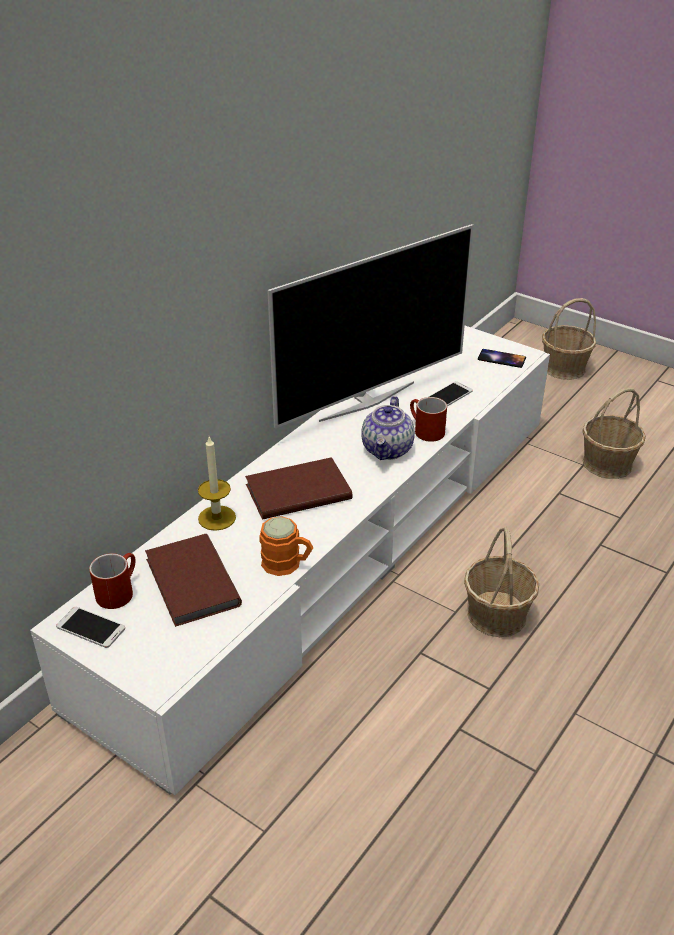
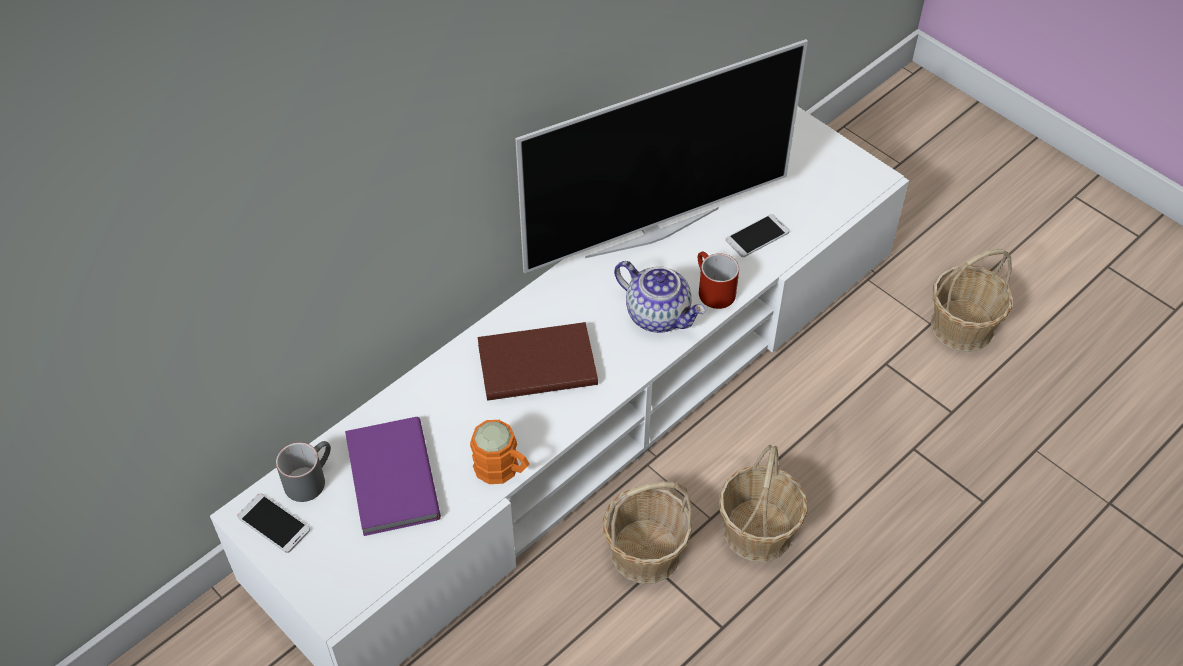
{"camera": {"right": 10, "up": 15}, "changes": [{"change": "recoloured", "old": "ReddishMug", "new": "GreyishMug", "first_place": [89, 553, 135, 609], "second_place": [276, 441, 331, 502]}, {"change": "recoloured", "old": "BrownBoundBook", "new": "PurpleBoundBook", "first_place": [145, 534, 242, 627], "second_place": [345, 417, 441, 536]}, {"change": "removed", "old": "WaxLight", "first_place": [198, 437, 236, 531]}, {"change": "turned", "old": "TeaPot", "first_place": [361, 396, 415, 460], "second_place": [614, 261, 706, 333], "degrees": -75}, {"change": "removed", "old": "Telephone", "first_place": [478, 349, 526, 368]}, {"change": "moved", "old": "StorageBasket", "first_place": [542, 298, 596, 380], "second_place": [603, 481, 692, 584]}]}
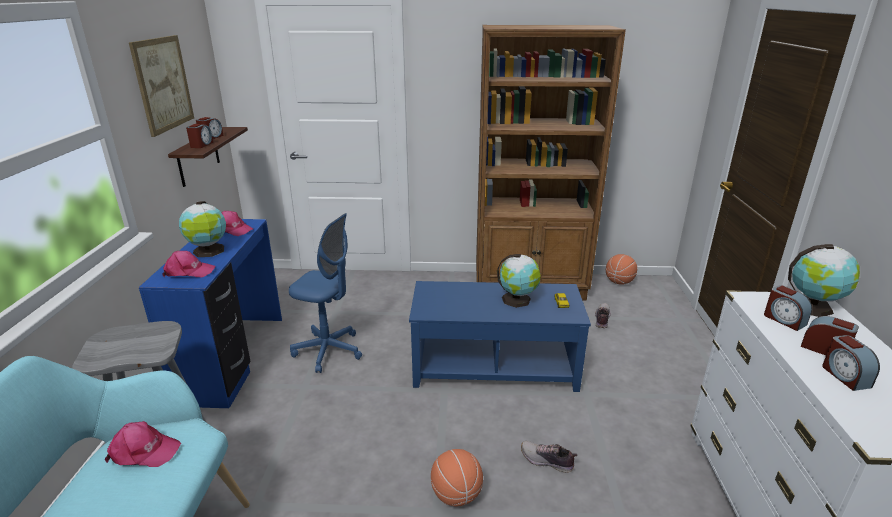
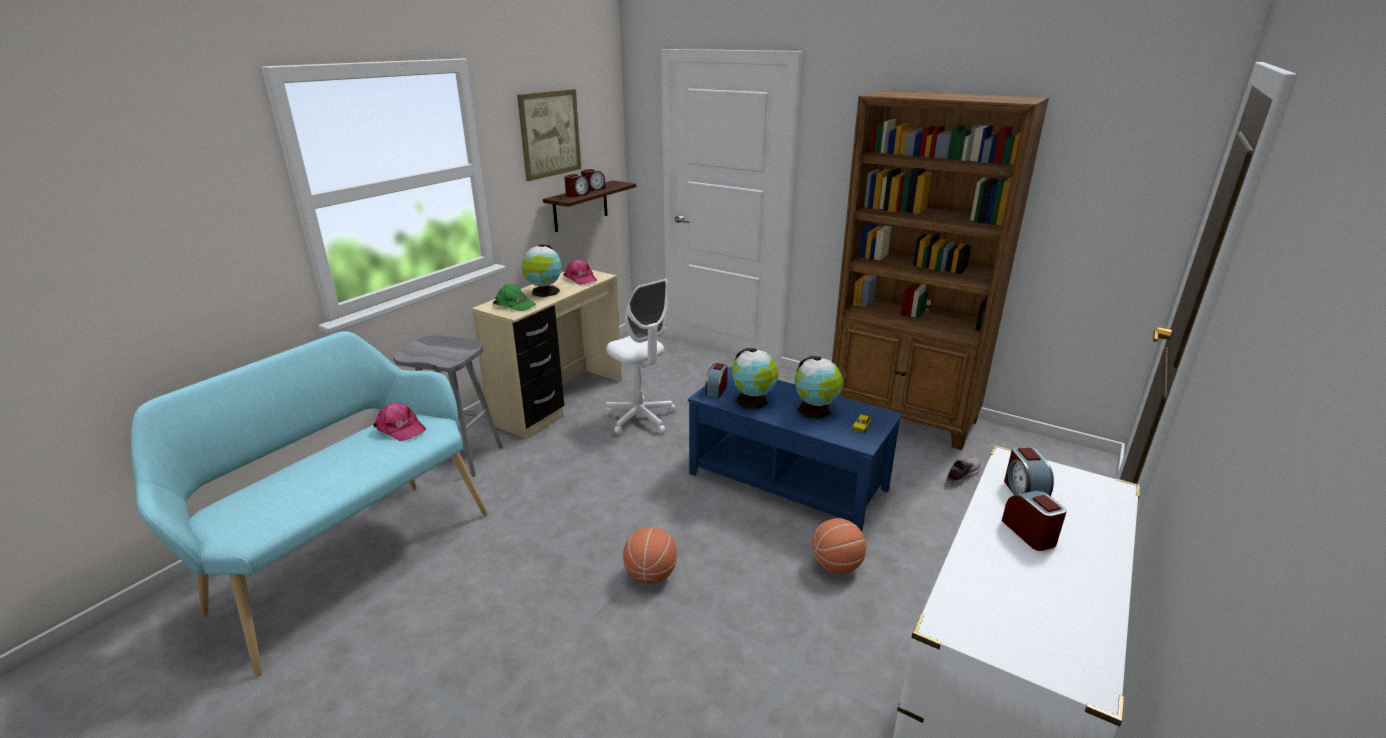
{"camera": {"right": 30, "up": 0}, "changes": [{"change": "recoloured", "old": "BlueDeskUnit", "new": "SandColouredDeskUnit", "first_place": [139, 219, 282, 409], "second_place": [471, 270, 622, 439]}, {"change": "recoloured", "old": "PinkBaseballCap", "new": "GreenBaseballCap", "first_place": [162, 251, 215, 277], "second_place": [493, 284, 537, 311]}, {"change": "recoloured", "old": "BlueDeskChair", "new": "WhiteColouredDeskChair", "first_place": [289, 213, 362, 373], "second_place": [605, 279, 676, 435]}, {"change": "removed", "old": "LowShoe", "first_place": [521, 441, 578, 473]}, {"change": "moved", "old": "BasketballBall", "first_place": [606, 254, 637, 285], "second_place": [812, 518, 866, 574]}, {"change": "moved", "old": "DeskGlobe", "first_place": [788, 244, 860, 317], "second_place": [732, 348, 778, 409]}, {"change": "moved", "old": "TableClock", "first_place": [822, 335, 880, 391], "second_place": [705, 363, 728, 398]}]}
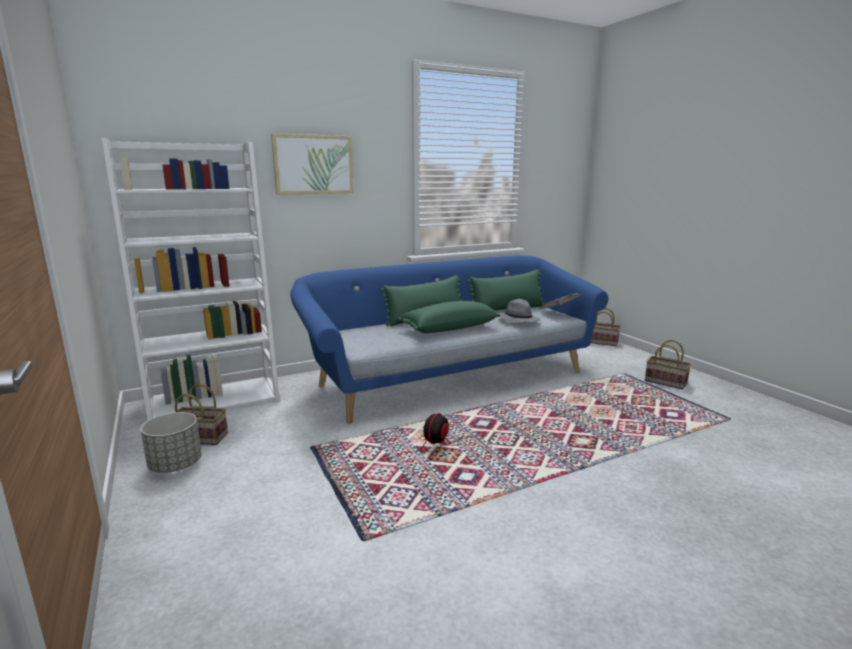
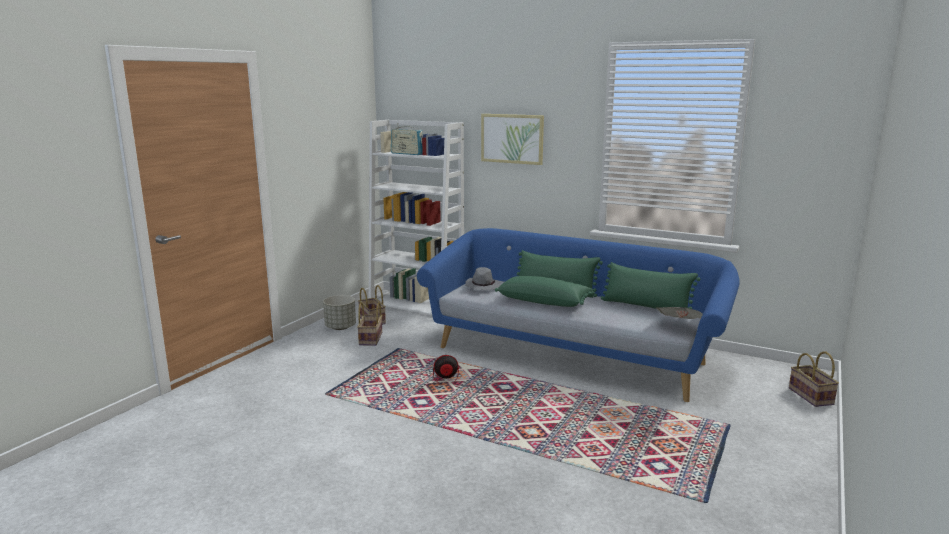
{"camera": {"right": 55, "up": 0}, "changes": [{"change": "moved", "old": "GreyishHat", "first_place": [500, 299, 540, 323], "second_place": [465, 267, 501, 290]}, {"change": "moved", "old": "StorageBasket", "first_place": [645, 340, 691, 390], "second_place": [357, 302, 382, 346]}, {"change": "added", "new": "RadioSet", "second_place": [391, 123, 423, 155]}]}
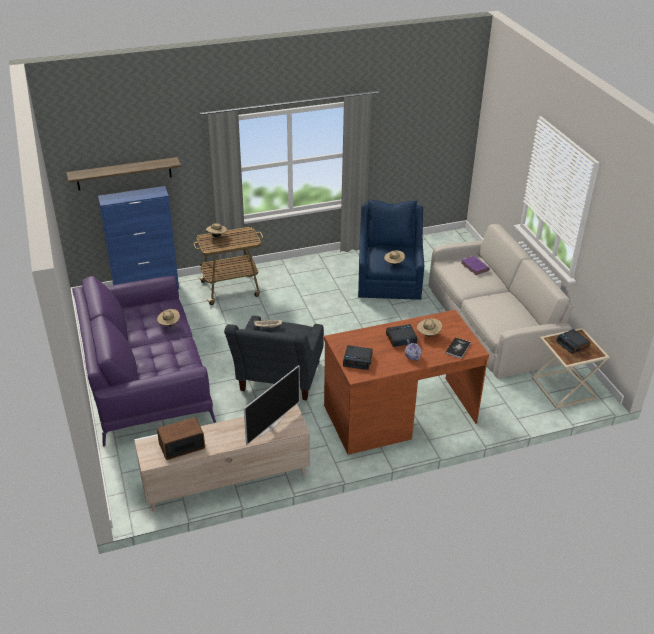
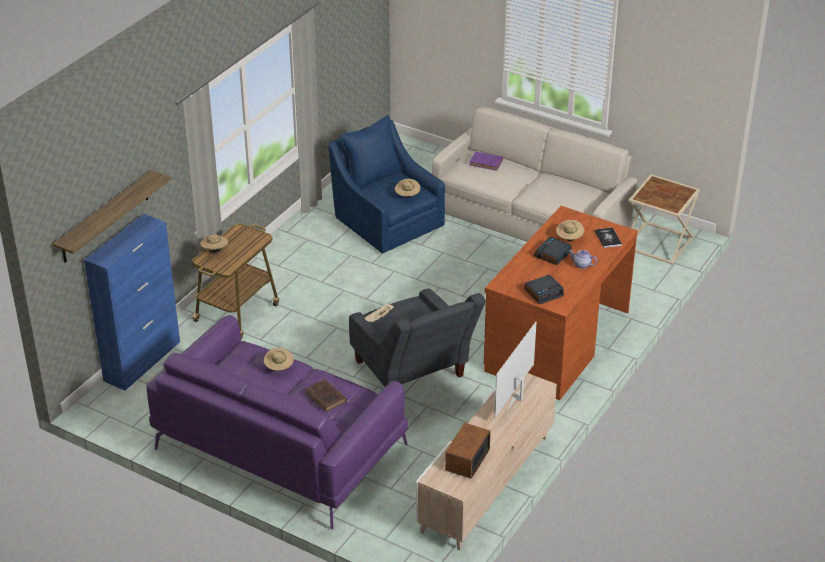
{"camera": {"right": -40, "up": 0}, "changes": [{"change": "turned", "old": "TvSet", "first_place": [244, 365, 300, 445], "second_place": [494, 322, 537, 418], "degrees": -150}, {"change": "removed", "old": "TableClock", "first_place": [556, 329, 591, 354]}, {"change": "added", "new": "BrownBoundBook", "second_place": [306, 379, 347, 412]}]}
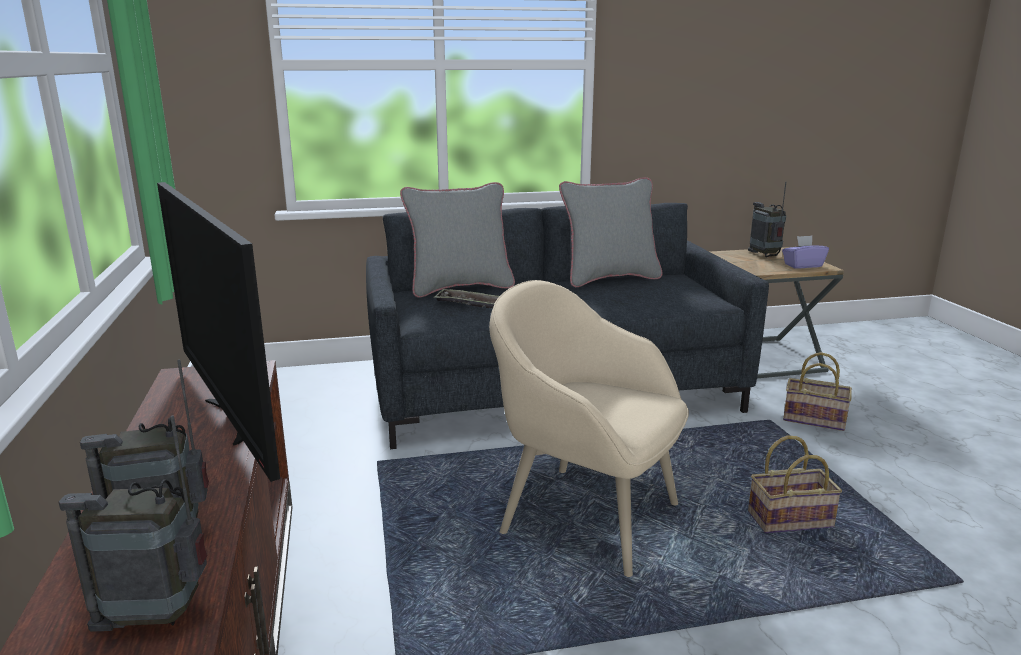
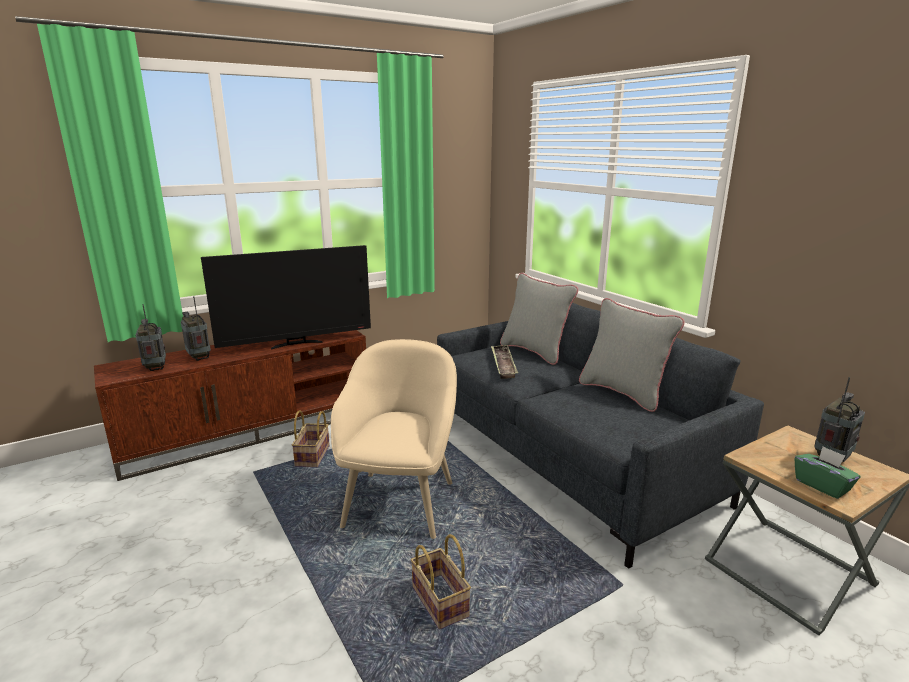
{"camera": {"right": 70, "up": 0}, "changes": [{"change": "turned", "old": "TvSet", "first_place": [157, 182, 280, 482], "second_place": [201, 245, 371, 350], "degrees": -150}, {"change": "recoloured", "old": "PurpleTissueHolder", "new": "GreenTissueHolder", "first_place": [782, 236, 829, 269], "second_place": [794, 446, 861, 499]}, {"change": "moved", "old": "StorageBasket", "first_place": [783, 352, 852, 431], "second_place": [292, 410, 330, 467]}]}
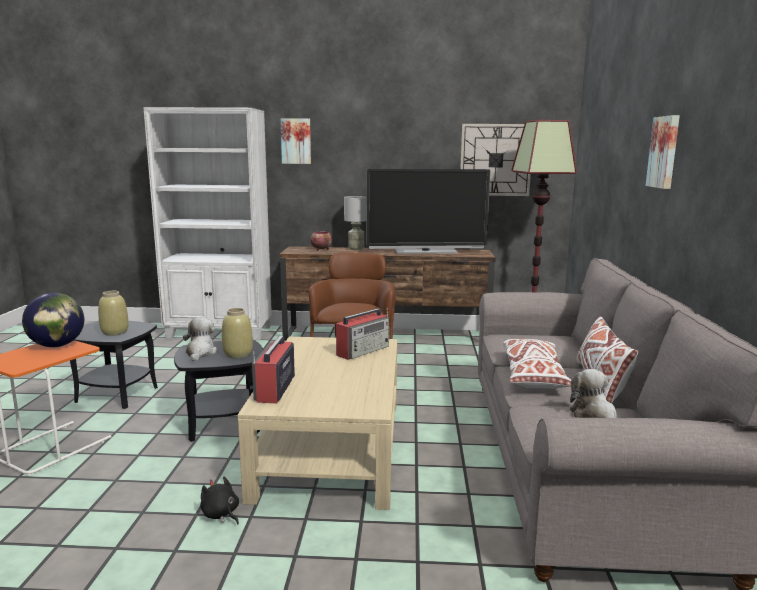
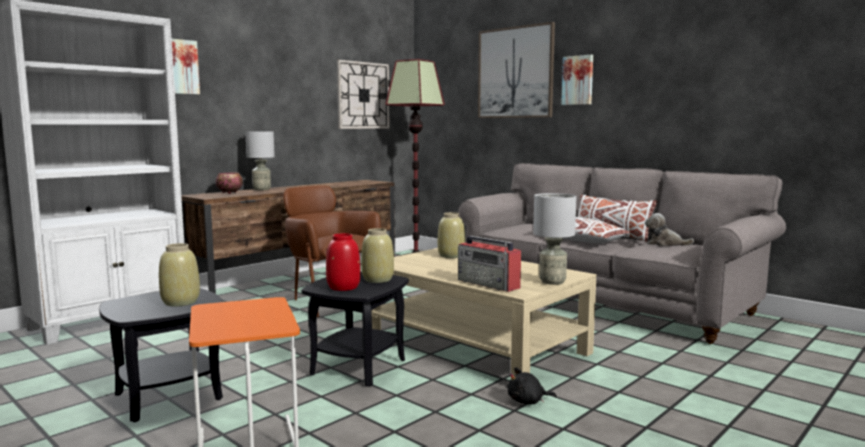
{"camera": {"right": -50, "up": -5}, "changes": [{"change": "removed", "old": "DeskGlobe", "first_place": [22, 293, 84, 347]}, {"change": "replaced", "old": "SoftToy", "new": "ReddishVase", "first_place": [183, 318, 218, 362], "second_place": [326, 233, 361, 291]}, {"change": "replaced", "old": "RadioSet", "new": "SandColouredVase", "first_place": [336, 308, 389, 360], "second_place": [438, 212, 465, 258]}, {"change": "removed", "old": "TvSet", "first_place": [366, 169, 490, 254]}, {"change": "added", "new": "Picture", "second_place": [478, 22, 555, 118]}, {"change": "added", "new": "GreyishTableLamp", "second_place": [533, 193, 576, 285]}]}
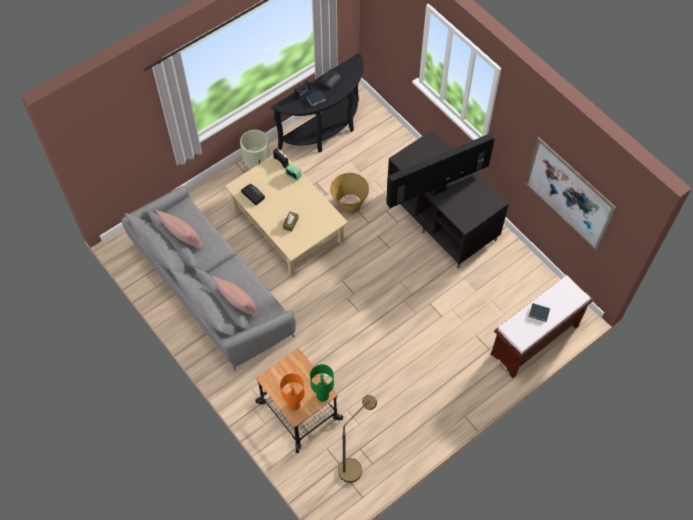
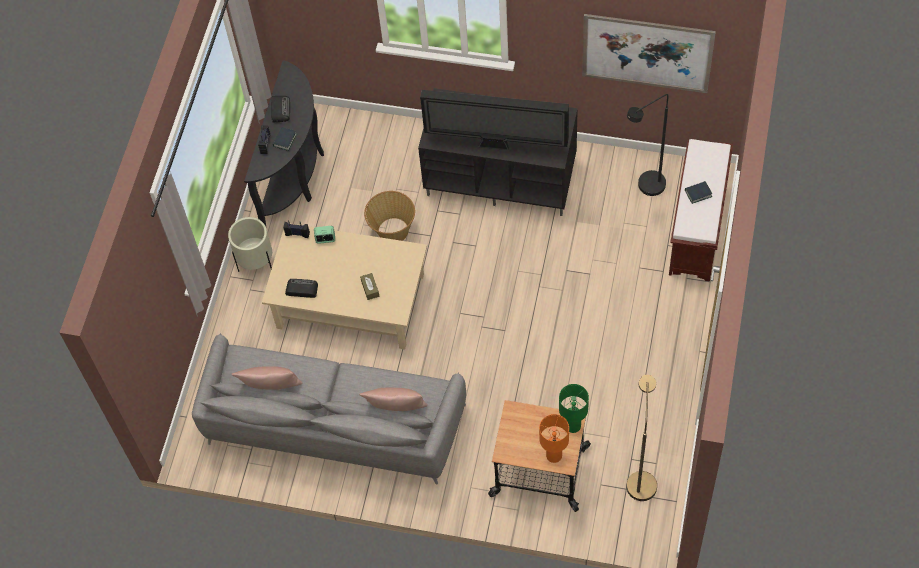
{"camera": {"right": -35, "up": 0}, "changes": [{"change": "turned", "old": "TvSet", "first_place": [386, 133, 495, 208], "second_place": [420, 90, 569, 150], "degrees": -105}, {"change": "added", "new": "BlackStandingLamp", "second_place": [627, 94, 669, 196]}]}
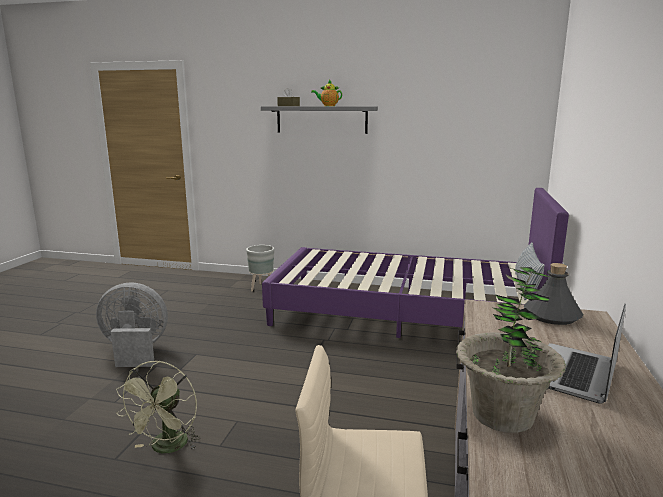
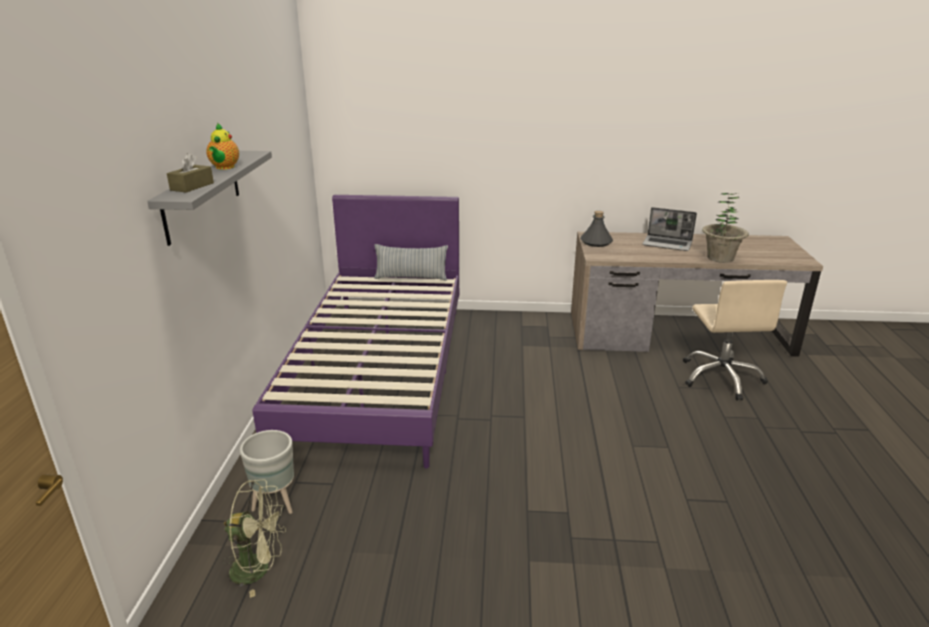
{"camera": {"right": -100, "up": 10}, "changes": [{"change": "removed", "old": "GreyishCoolingFan", "first_place": [96, 282, 168, 367]}, {"change": "moved", "old": "GreenCoolingFan", "first_place": [116, 361, 200, 453], "second_place": [223, 479, 286, 598]}]}
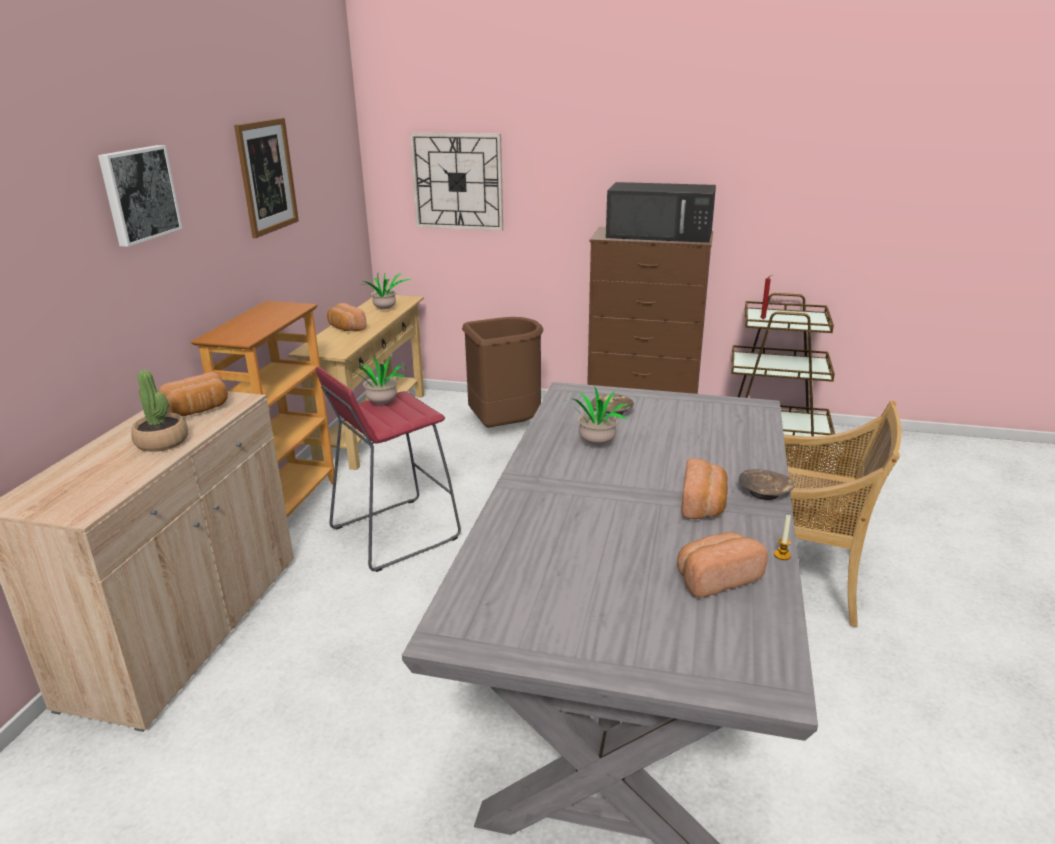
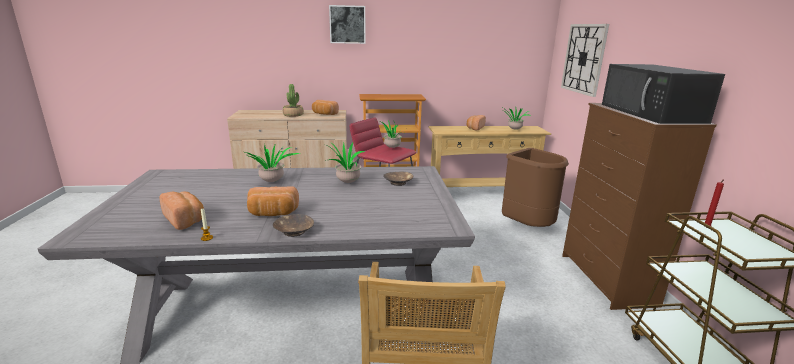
{"camera": {"right": 70, "up": -5}, "changes": [{"change": "removed", "old": "Picture", "first_place": [234, 118, 299, 238]}, {"change": "added", "new": "PottedPlant", "second_place": [245, 144, 301, 182]}]}
